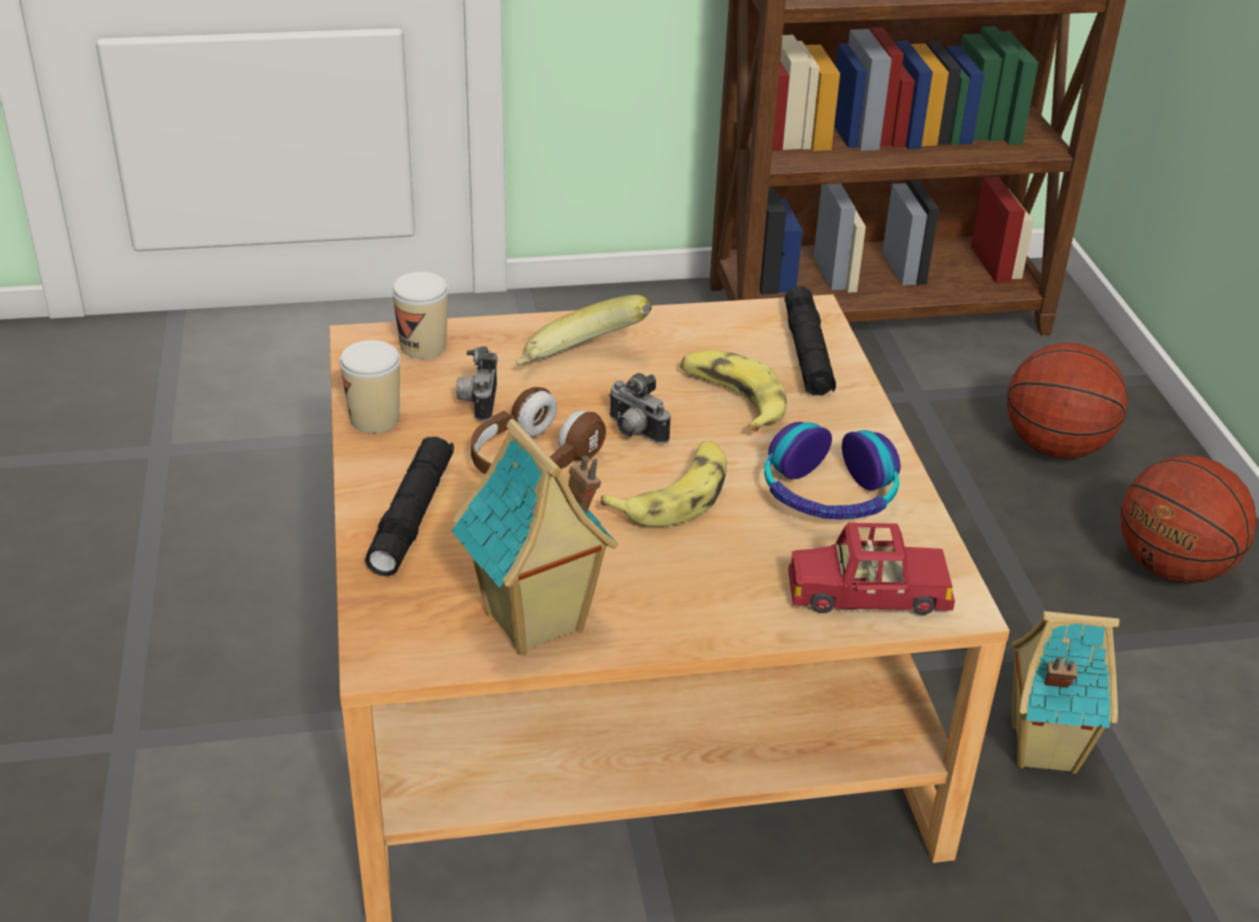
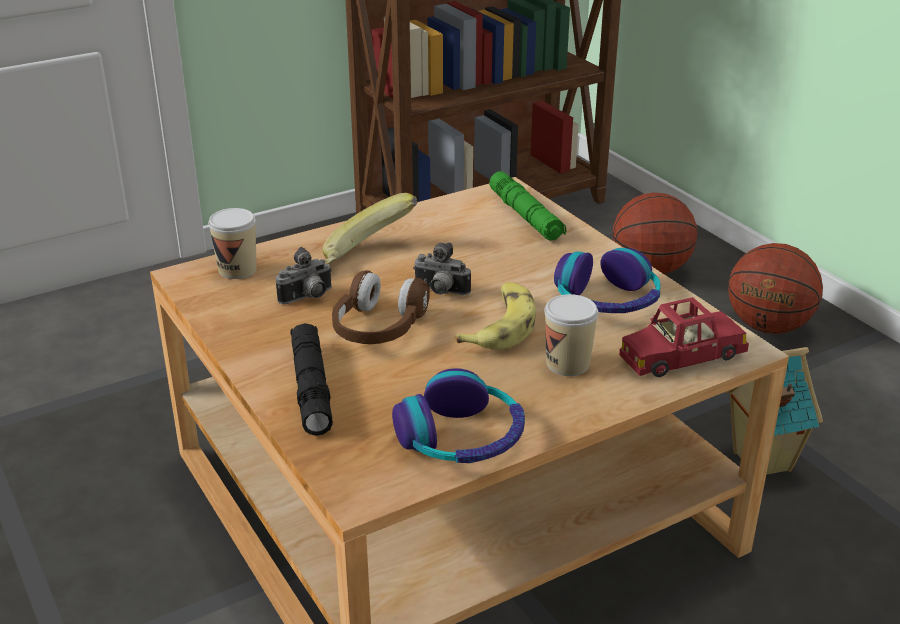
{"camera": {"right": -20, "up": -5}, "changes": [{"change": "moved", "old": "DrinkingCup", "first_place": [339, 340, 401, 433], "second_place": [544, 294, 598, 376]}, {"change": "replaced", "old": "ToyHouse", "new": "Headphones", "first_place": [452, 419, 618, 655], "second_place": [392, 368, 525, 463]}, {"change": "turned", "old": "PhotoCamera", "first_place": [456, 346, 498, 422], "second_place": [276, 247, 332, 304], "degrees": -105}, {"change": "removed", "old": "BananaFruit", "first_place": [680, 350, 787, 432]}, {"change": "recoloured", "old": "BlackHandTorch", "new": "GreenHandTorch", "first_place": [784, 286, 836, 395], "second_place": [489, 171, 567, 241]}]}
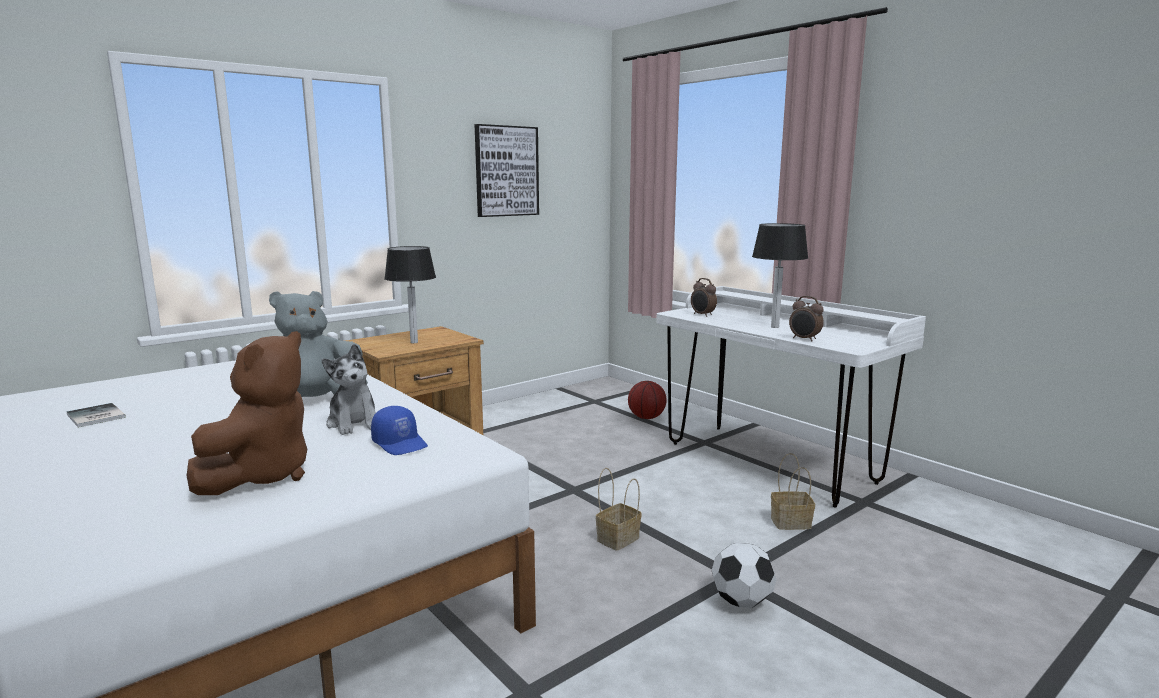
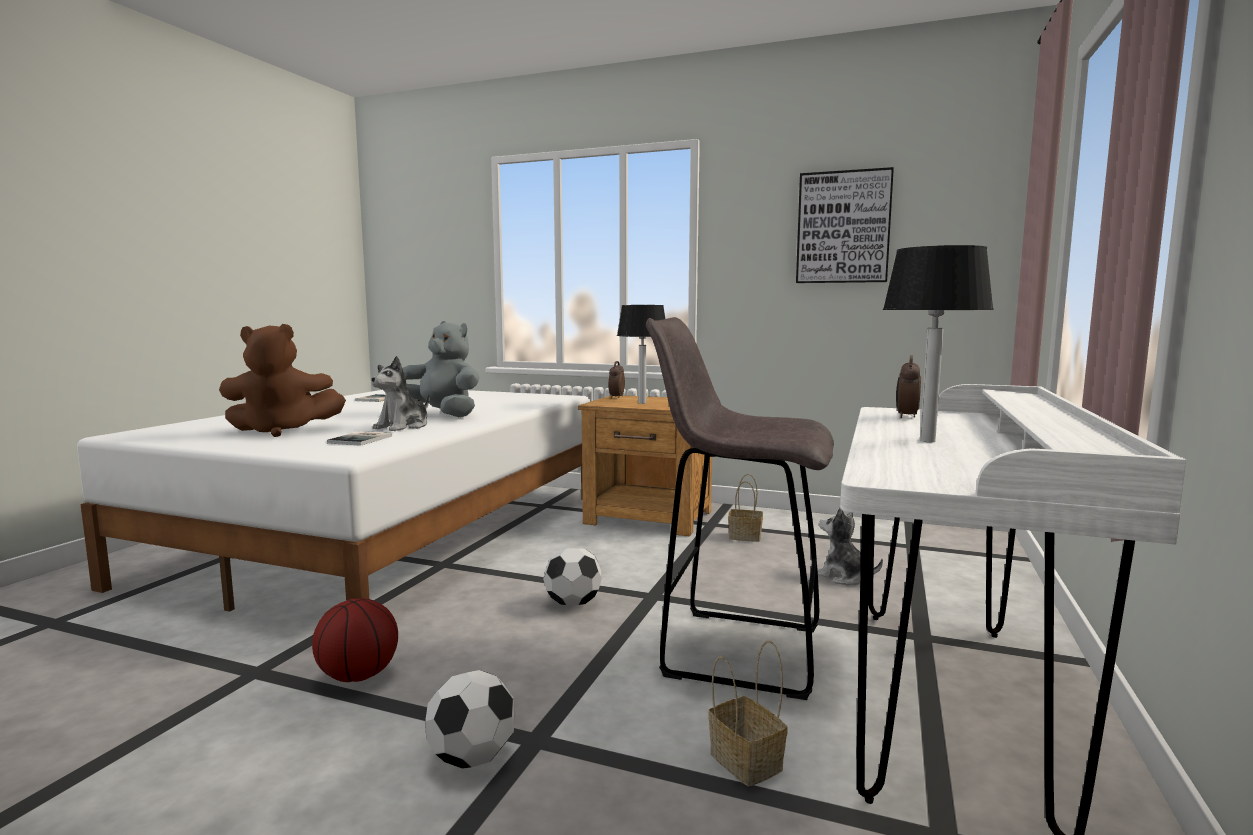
{"camera": {"right": 60, "up": -5}, "changes": [{"change": "replaced", "old": "BlueBaseballCap", "new": "BoundBook", "first_place": [371, 406, 428, 455], "second_place": [327, 431, 392, 446]}, {"change": "moved", "old": "StorageBasket", "first_place": [596, 468, 641, 551], "second_place": [728, 474, 763, 542]}, {"change": "moved", "old": "BasketballBall", "first_place": [628, 381, 667, 419], "second_place": [312, 598, 398, 682]}, {"change": "moved", "old": "TableClock", "first_place": [789, 296, 824, 342], "second_place": [608, 361, 625, 399]}, {"change": "added", "new": "FootballBall", "second_place": [543, 548, 602, 605]}, {"change": "added", "new": "GreyishStoolSeat", "second_place": [646, 317, 834, 700]}, {"change": "added", "new": "SoftToy", "second_place": [818, 508, 883, 585]}]}
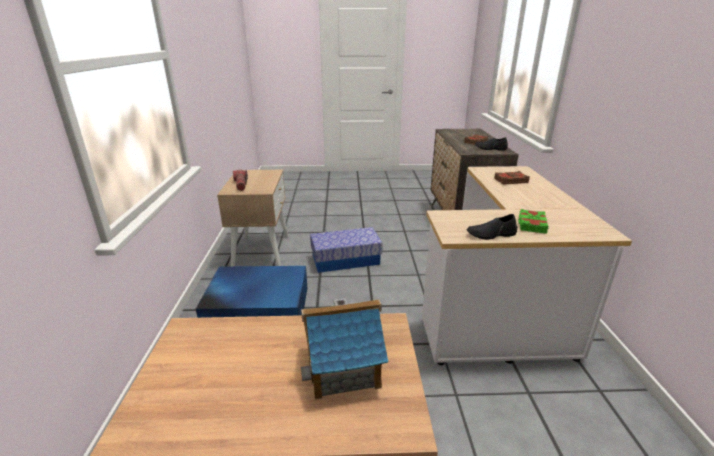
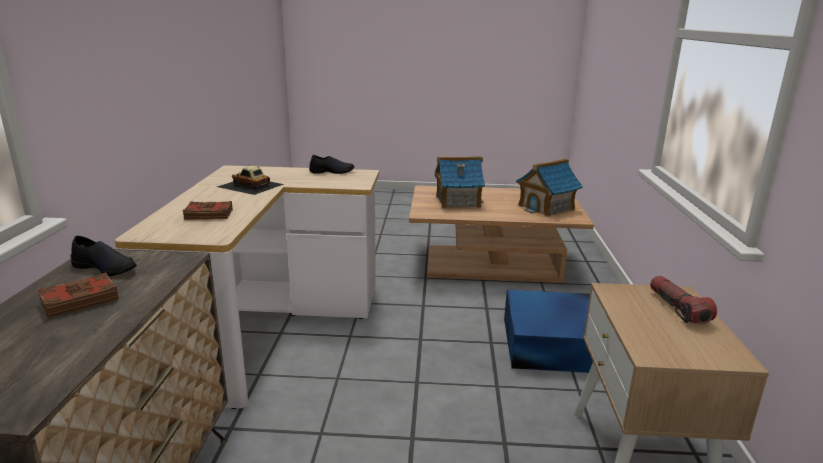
{"camera": {"right": -175, "up": -5}, "changes": [{"change": "removed", "old": "StorageBox", "first_place": [310, 227, 383, 273]}, {"change": "removed", "old": "GreenBoundBook", "first_place": [518, 209, 548, 234]}, {"change": "added", "new": "MiniatureCar", "second_place": [217, 166, 284, 195]}, {"change": "added", "new": "ToyHouse", "second_place": [516, 159, 583, 217]}]}
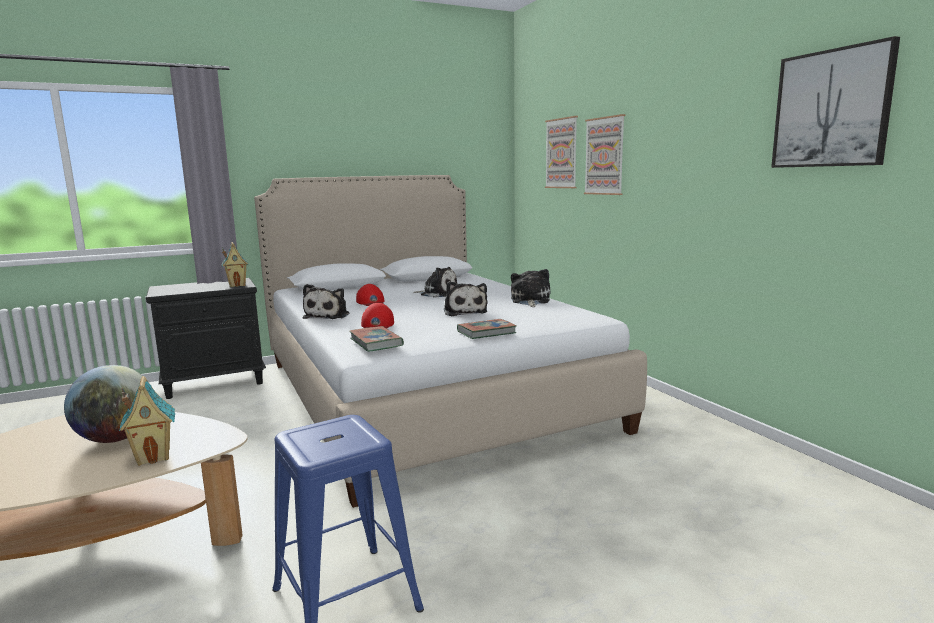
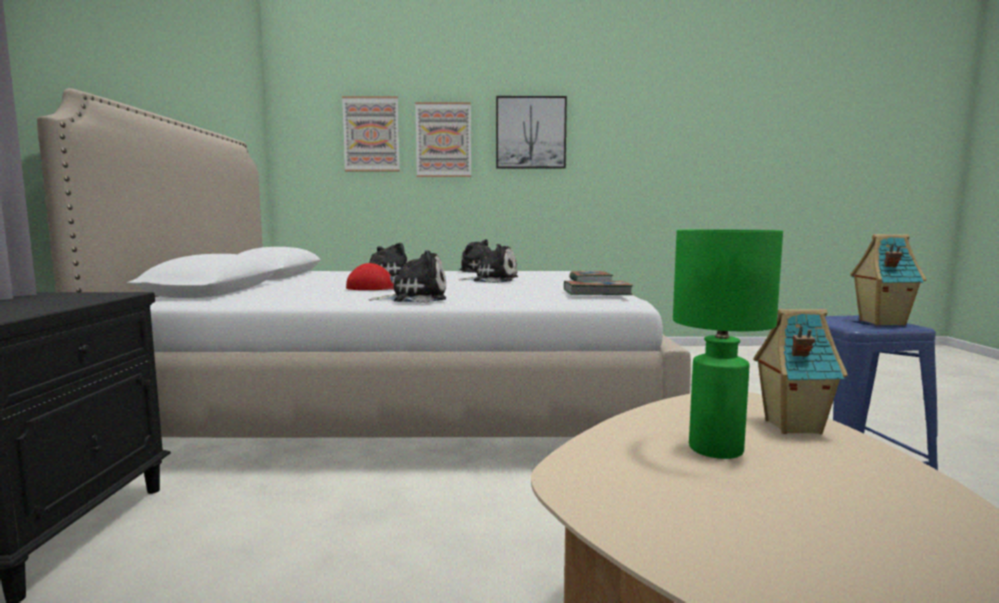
{"camera": {"right": -65, "up": -5}, "changes": [{"change": "replaced", "old": "DeskGlobe", "new": "GreenTableLamp", "first_place": [64, 365, 142, 443], "second_place": [673, 230, 783, 459]}, {"change": "moved", "old": "ToyHouse", "first_place": [221, 242, 249, 287], "second_place": [850, 234, 926, 326]}, {"change": "turned", "old": "SoftToy", "first_place": [303, 284, 349, 319], "second_place": [369, 250, 446, 303], "degrees": -45}, {"change": "removed", "old": "ReddishBaseballCap", "first_place": [361, 303, 394, 329]}, {"change": "moved", "old": "Picture", "first_place": [771, 36, 900, 168], "second_place": [496, 96, 567, 169]}]}
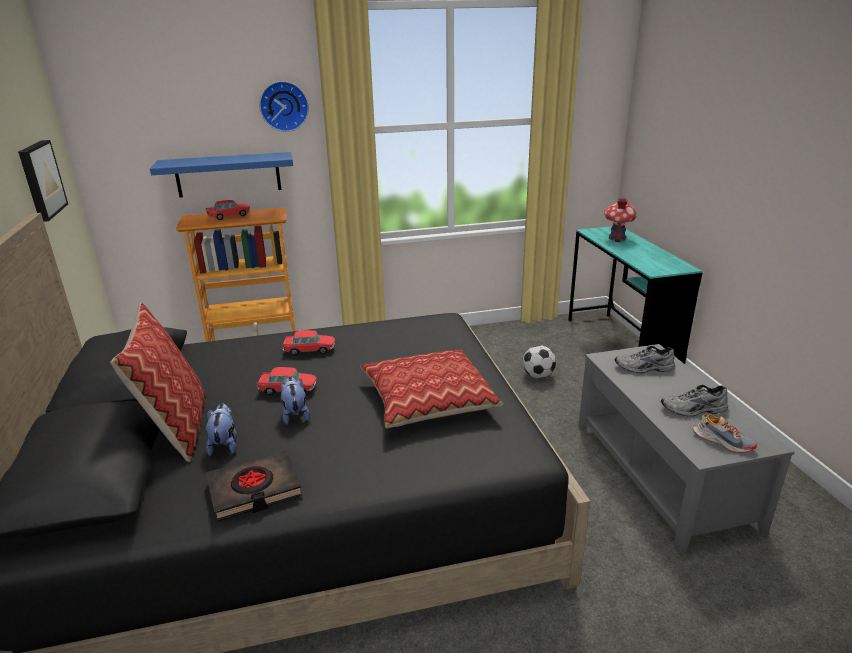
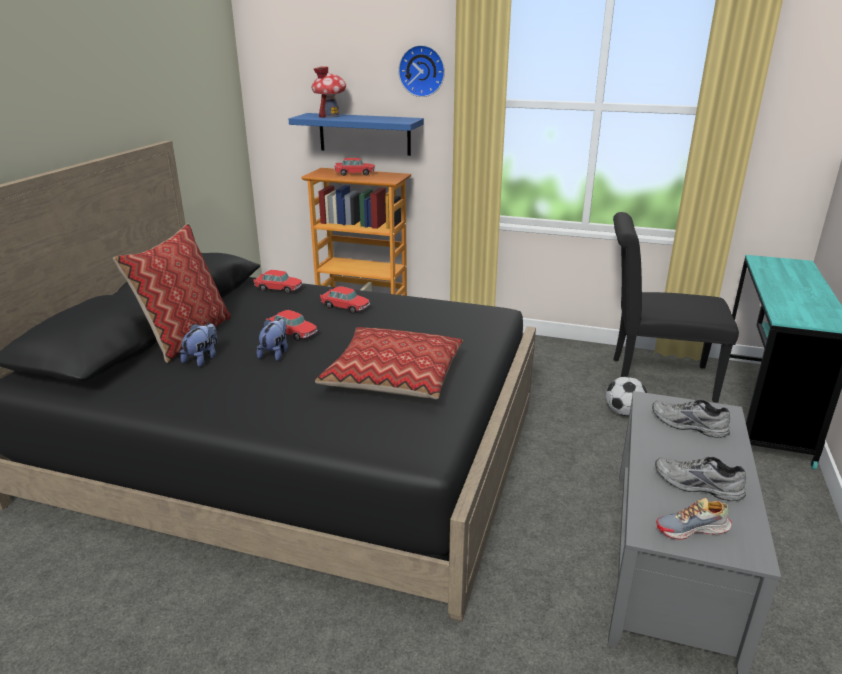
{"camera": {"right": 30, "up": 0}, "changes": [{"change": "removed", "old": "Picture", "first_place": [18, 140, 68, 222]}, {"change": "removed", "old": "BlackBoundBook", "first_place": [206, 450, 302, 522]}, {"change": "moved", "old": "ToyHouse", "first_place": [604, 197, 637, 242], "second_place": [311, 66, 346, 118]}, {"change": "turned", "old": "LowShoe", "first_place": [693, 414, 758, 453], "second_place": [656, 498, 732, 540], "degrees": 105}, {"change": "added", "new": "MiniatureCar", "second_place": [253, 270, 302, 294]}, {"change": "added", "new": "BlackPlainChair", "second_place": [613, 212, 739, 403]}]}
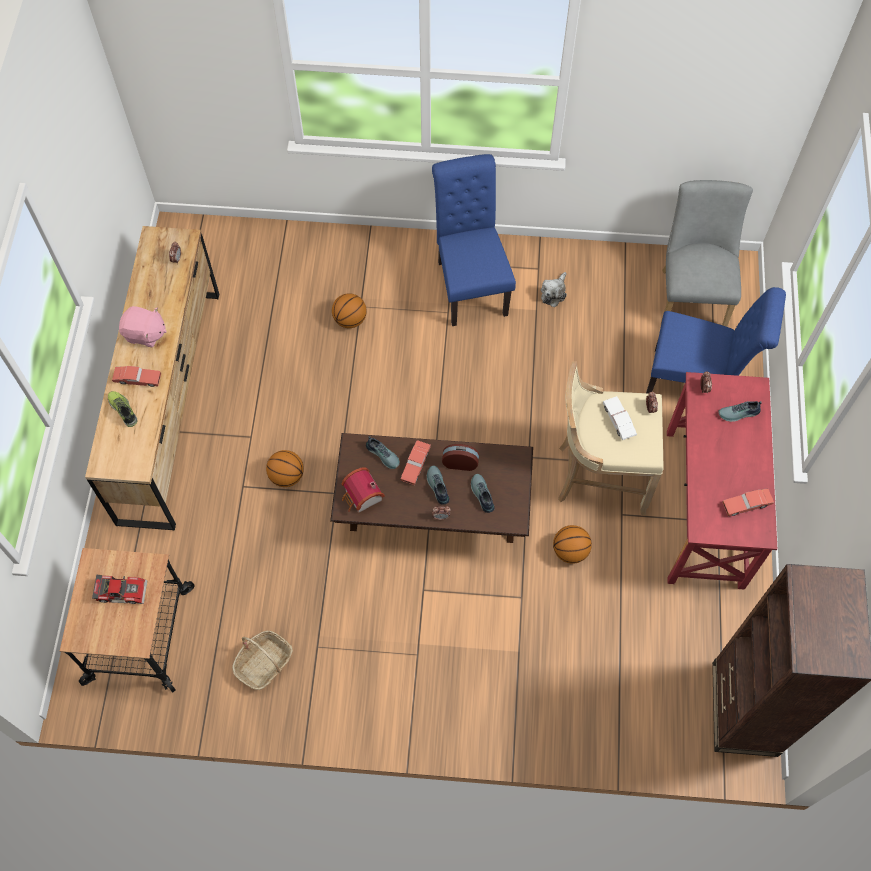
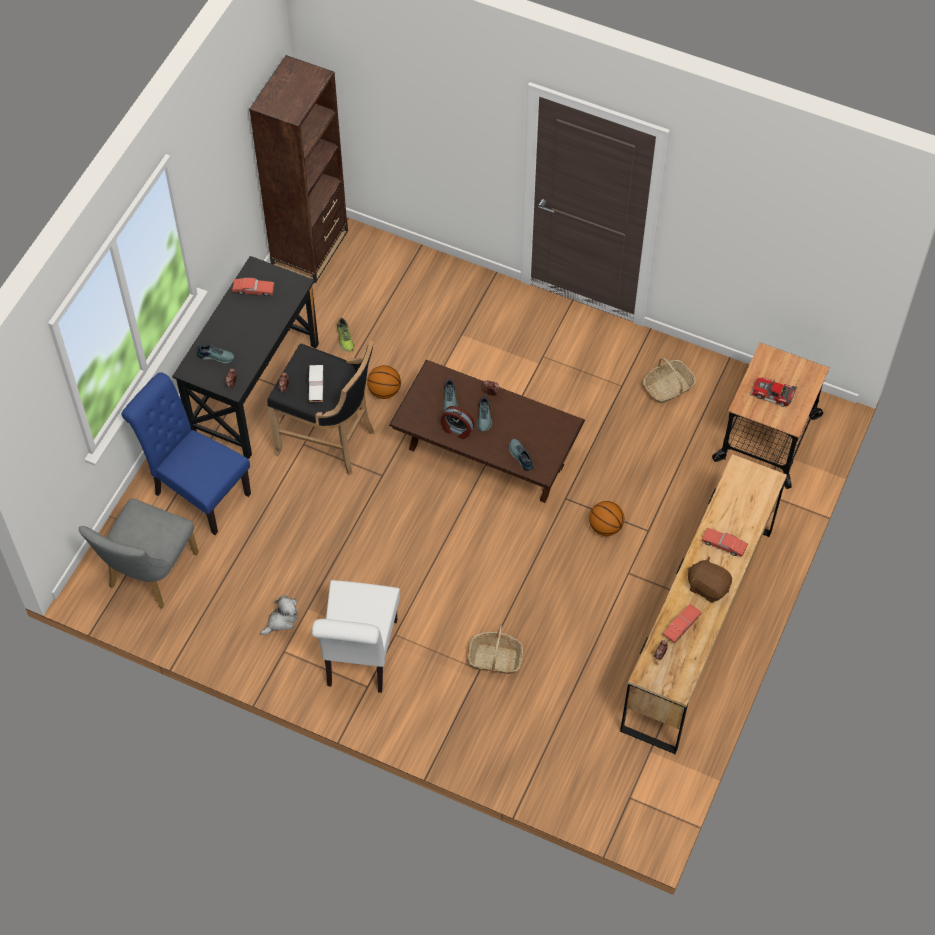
{"camera": {"right": -160, "up": -5}, "changes": [{"change": "moved", "old": "LowShoe", "first_place": [108, 391, 138, 427], "second_place": [337, 318, 354, 352]}, {"change": "recoloured", "old": "PinkSoftToy", "new": "BrownSoftToy", "first_place": [119, 306, 167, 348], "second_place": [688, 556, 732, 602]}, {"change": "replaced", "old": "BasketballBall", "new": "StorageBasket", "first_place": [332, 293, 367, 328], "second_place": [468, 624, 523, 674]}, {"change": "removed", "old": "ToyHouse", "first_place": [341, 467, 385, 512]}, {"change": "moved", "old": "ReddishMiniatureCar", "first_place": [401, 440, 431, 485], "second_place": [663, 604, 702, 643]}, {"change": "recoloured", "old": "BluePlainChair", "new": "WhiteColouredPlainChair", "first_place": [432, 154, 516, 326], "second_place": [312, 580, 400, 693]}, {"change": "recoloured", "old": "SandColouredStoolSeat", "new": "BlackStoolSeat", "first_place": [558, 362, 663, 516], "second_place": [267, 341, 375, 475]}, {"change": "recoloured", "old": "ReddishDeskUnit", "new": "BlackDeskUnit", "first_place": [667, 372, 777, 590], "second_place": [172, 256, 319, 459]}]}
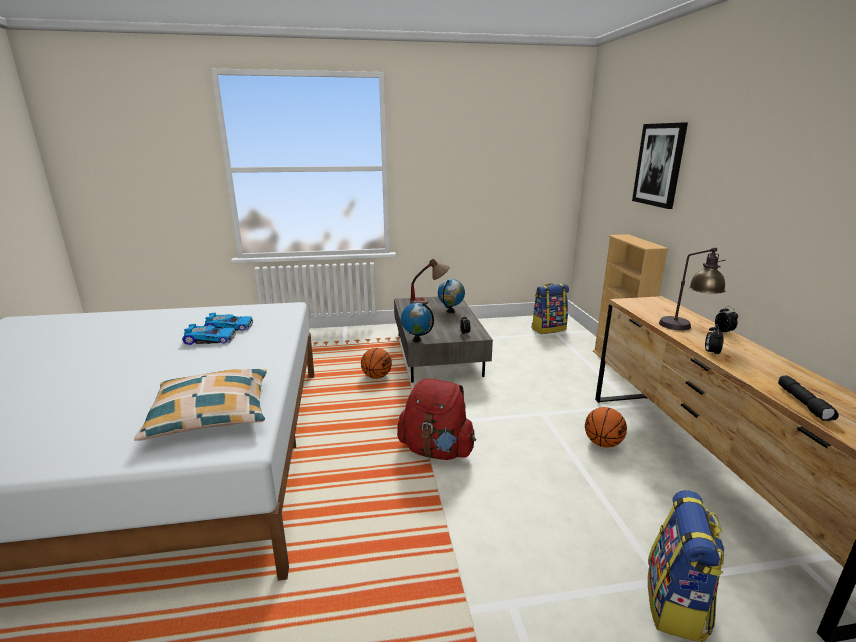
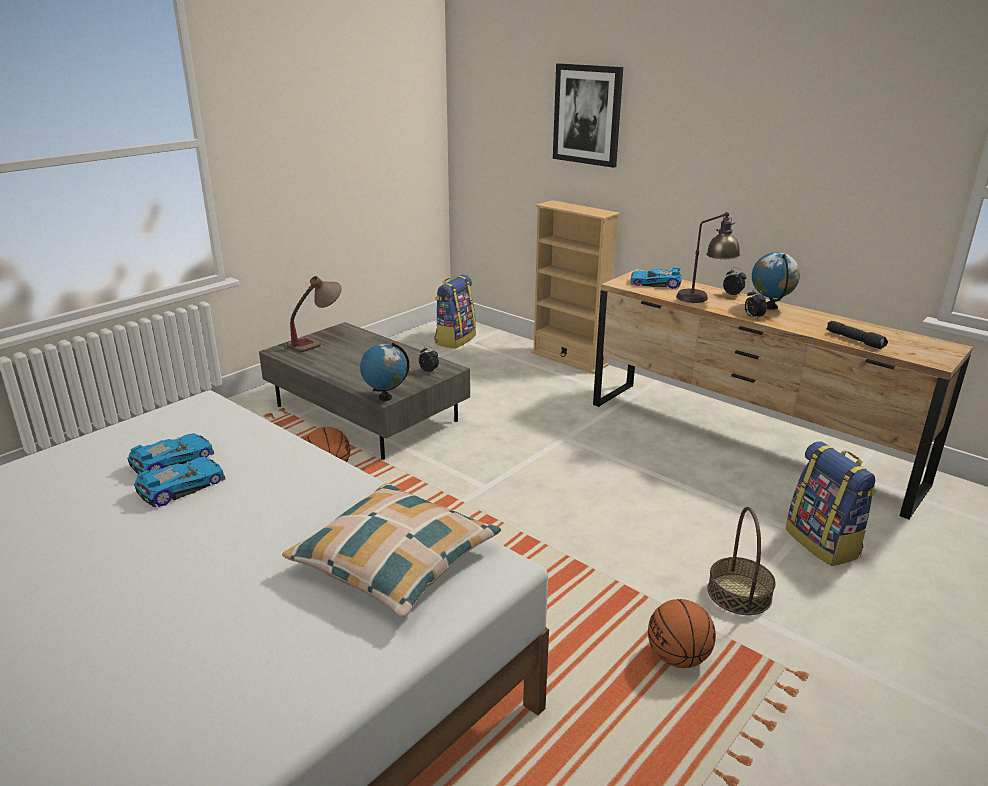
{"camera": {"right": -40, "up": 5}, "changes": [{"change": "removed", "old": "ReddishKnapsack", "first_place": [397, 378, 476, 460]}, {"change": "moved", "old": "DeskGlobe", "first_place": [438, 279, 465, 313], "second_place": [752, 252, 800, 310]}, {"change": "moved", "old": "BasketballBall", "first_place": [585, 407, 627, 448], "second_place": [648, 599, 716, 668]}, {"change": "added", "new": "MiniatureCar", "second_place": [630, 267, 682, 289]}, {"change": "added", "new": "StorageBasket", "second_place": [707, 507, 776, 615]}]}
